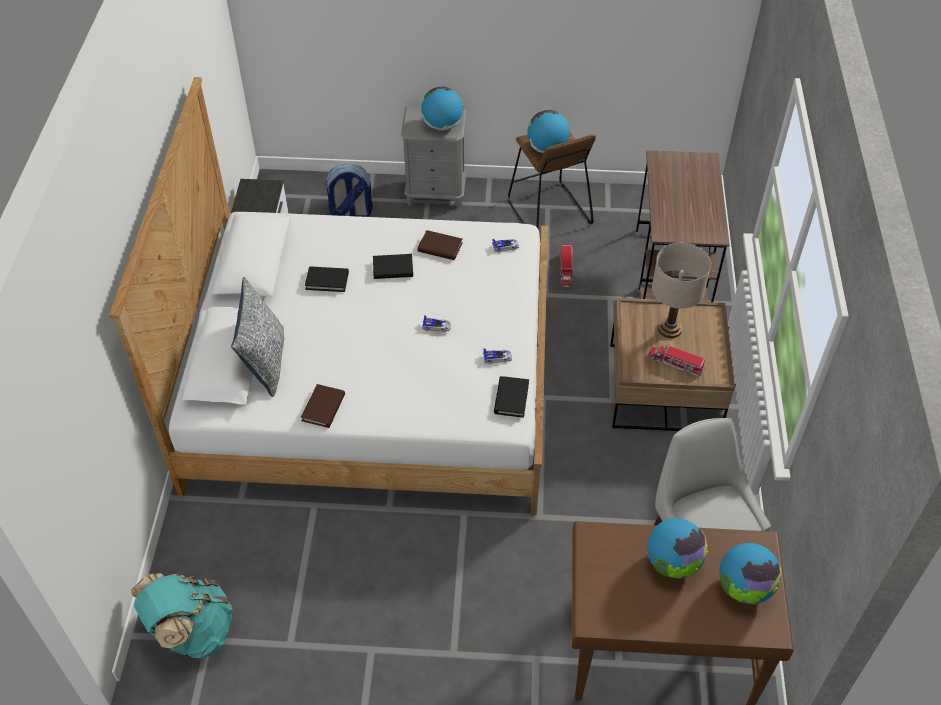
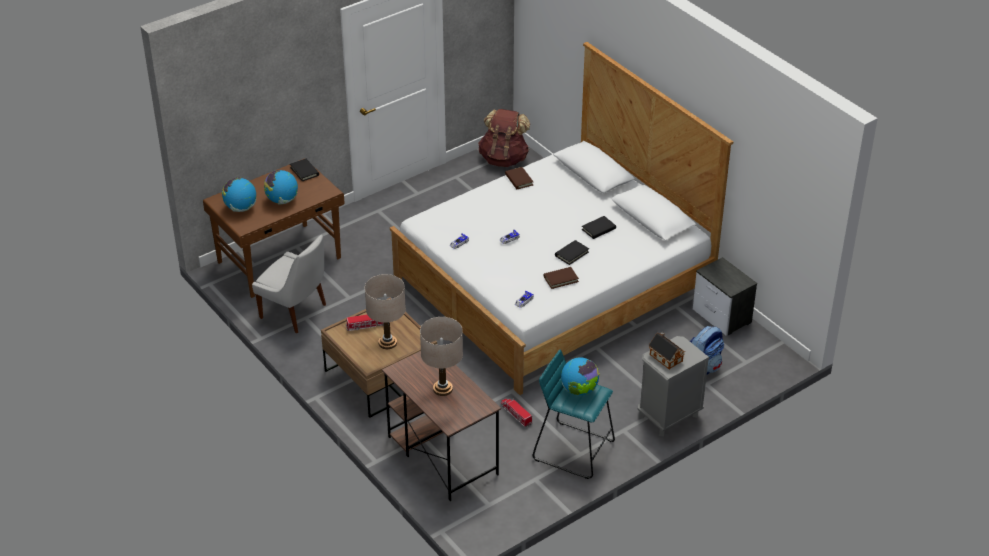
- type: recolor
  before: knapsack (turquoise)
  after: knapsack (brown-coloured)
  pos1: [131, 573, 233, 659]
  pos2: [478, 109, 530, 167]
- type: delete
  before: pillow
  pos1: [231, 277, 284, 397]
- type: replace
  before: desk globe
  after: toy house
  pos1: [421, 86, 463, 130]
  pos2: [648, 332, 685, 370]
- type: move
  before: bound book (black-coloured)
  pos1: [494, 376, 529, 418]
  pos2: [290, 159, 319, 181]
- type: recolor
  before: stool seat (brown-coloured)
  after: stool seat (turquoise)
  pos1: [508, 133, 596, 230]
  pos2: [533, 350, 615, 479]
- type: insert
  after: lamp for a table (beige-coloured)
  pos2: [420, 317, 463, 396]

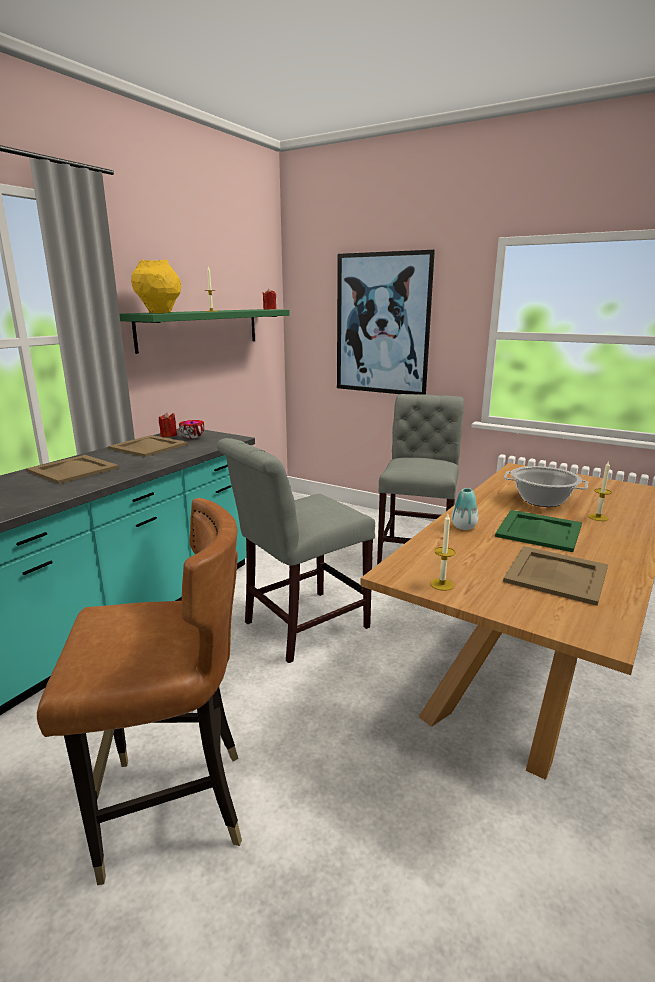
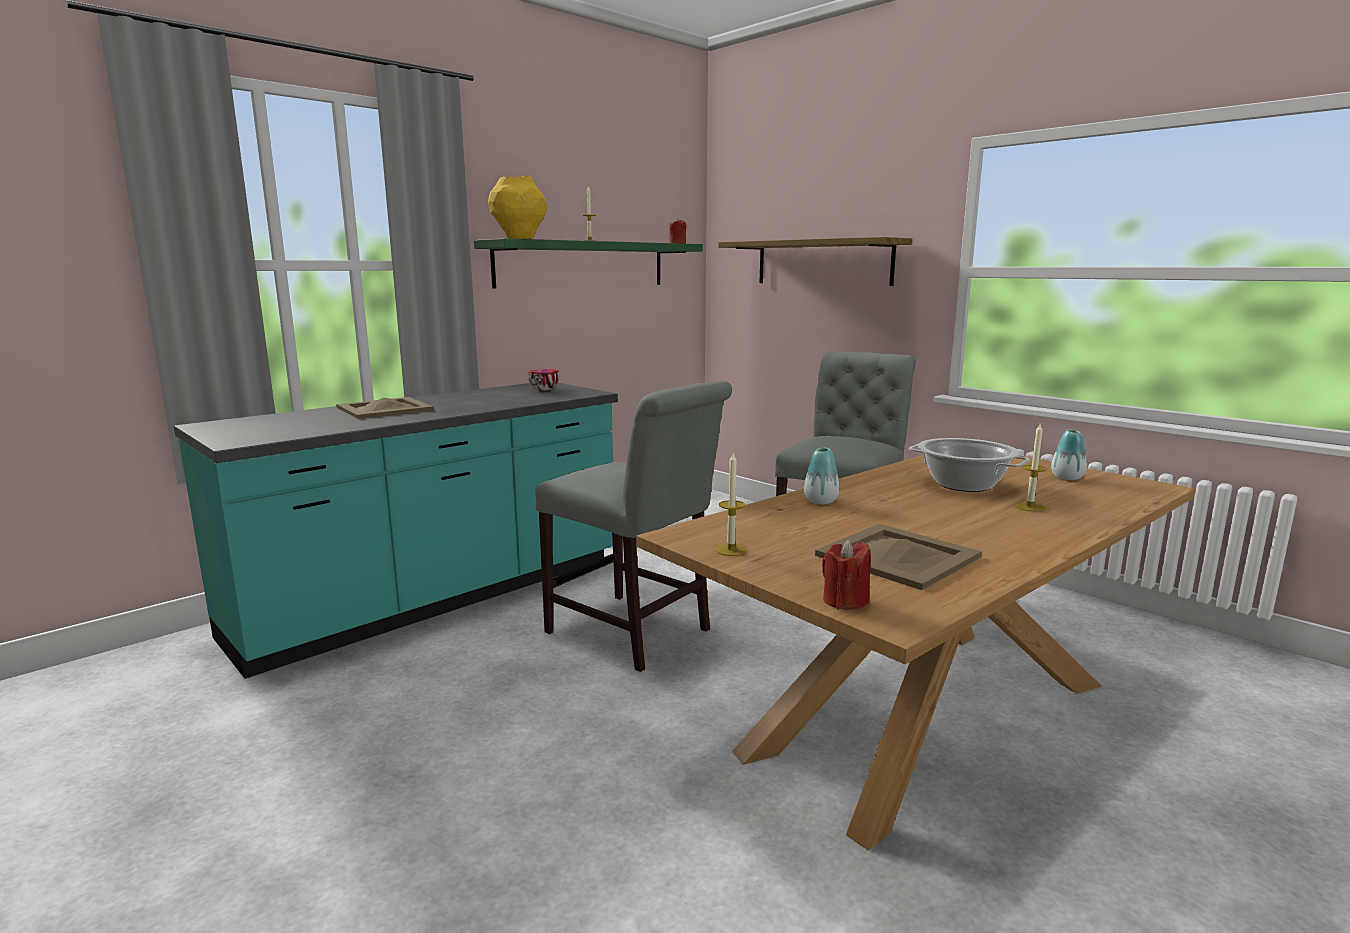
- type: delete
  before: upright chair (brown-coloured)
  pos1: [37, 498, 242, 885]
- type: delete
  before: tray (beige-coloured)
  pos1: [108, 435, 188, 457]
- type: move
  before: wax candle (red-coloured)
  pos1: [159, 412, 177, 438]
  pos2: [822, 540, 871, 609]
- type: rotate
  before: upright chair (grey)
  pos1: [217, 438, 375, 663]
  pos2: [536, 381, 732, 672]
  turn: -120
- type: replace
  before: picture
  after: bracket shelf
  pos1: [337, 250, 435, 395]
  pos2: [718, 237, 912, 286]
- type: delete
  before: tray (green)
  pos1: [495, 510, 582, 552]
- type: insert
  after: flower vase
  pos2: [1051, 429, 1087, 480]

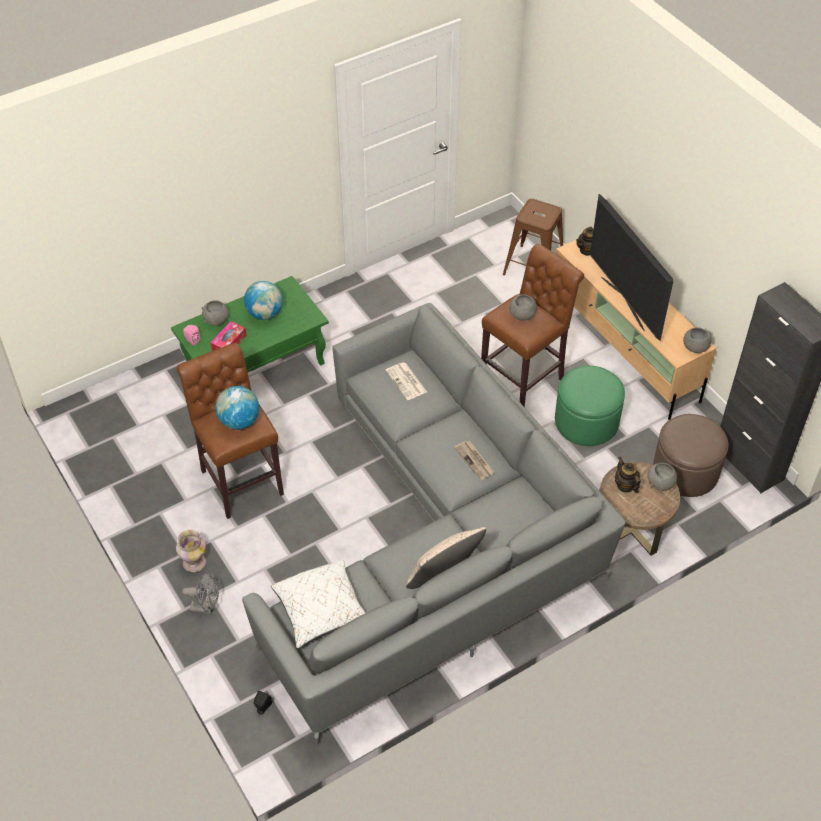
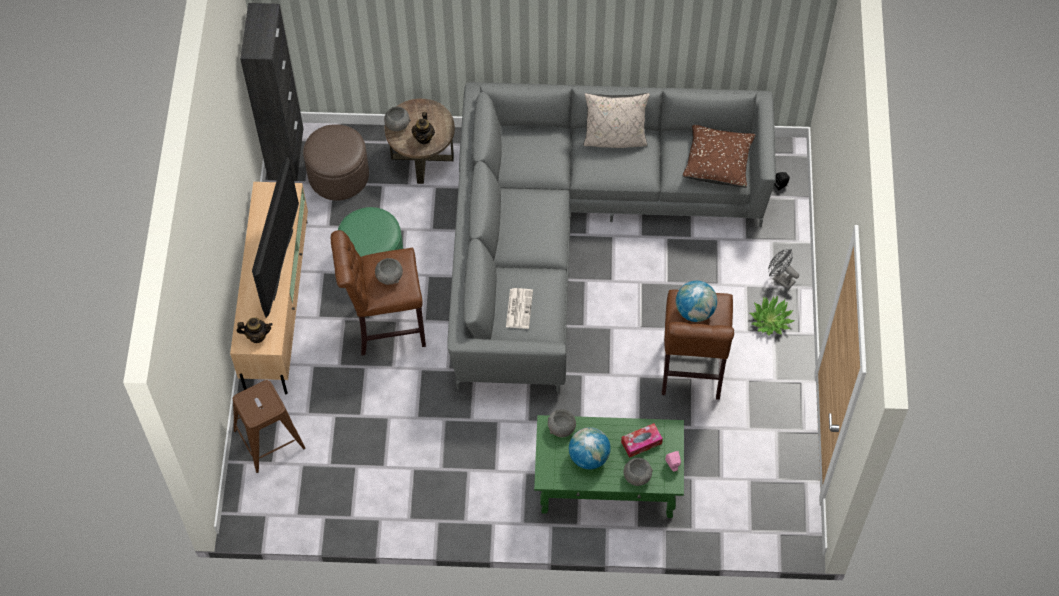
- type: replace
  before: flower vase
  after: potted plant
  pos1: [176, 529, 206, 572]
  pos2: [750, 295, 795, 335]
- type: recolor
  before: pillow (white)
  after: pillow (brown-coloured)
  pos1: [271, 560, 365, 648]
  pos2: [683, 125, 756, 188]
- type: delete
  before: printed paper
  pos1: [454, 441, 495, 480]
- type: move
  before: deep dish (grey)
  pos1: [683, 327, 711, 353]
  pos2: [548, 409, 576, 437]

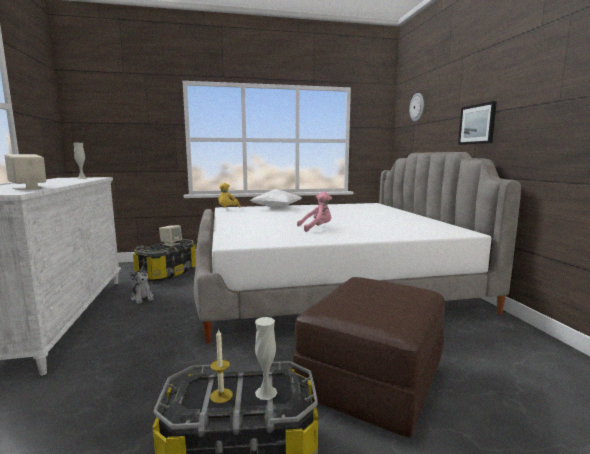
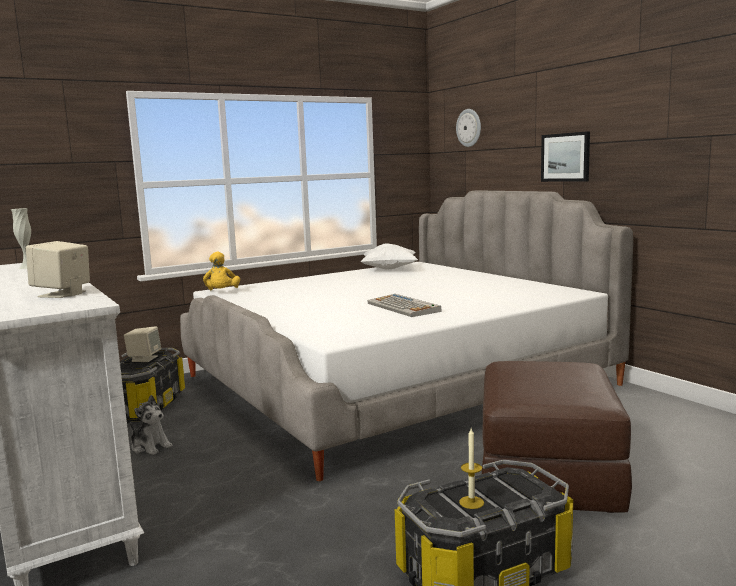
- type: move
  before: pillow (white)
  pos1: [250, 189, 302, 208]
  pos2: [361, 243, 418, 269]
- type: delete
  before: flower vase (white)
  pos1: [255, 317, 277, 400]
- type: replace
  before: cuddly toy (pink-coloured)
  after: keyboard
  pos1: [297, 192, 332, 232]
  pos2: [368, 294, 442, 317]

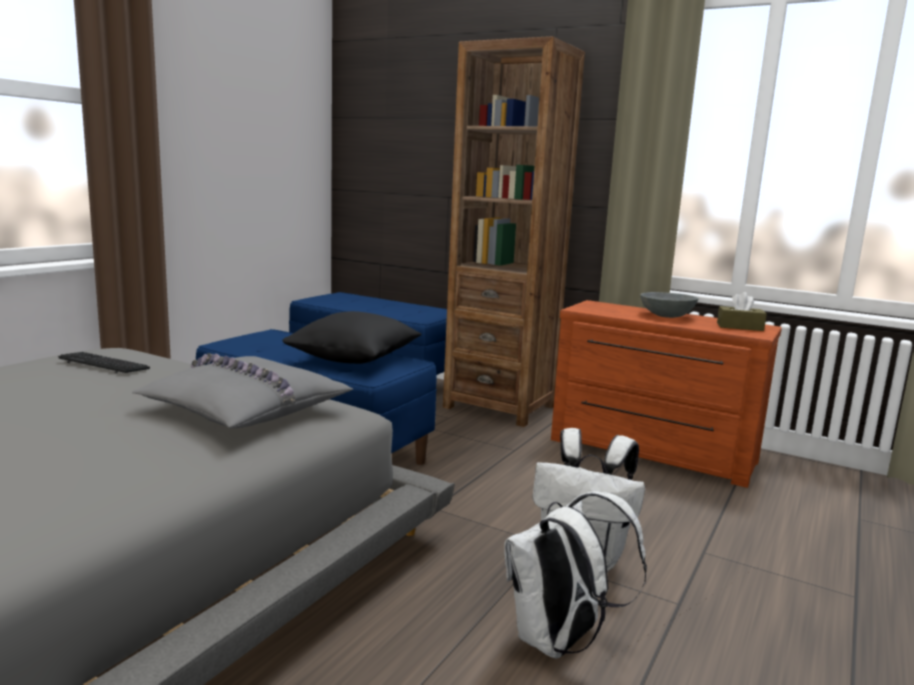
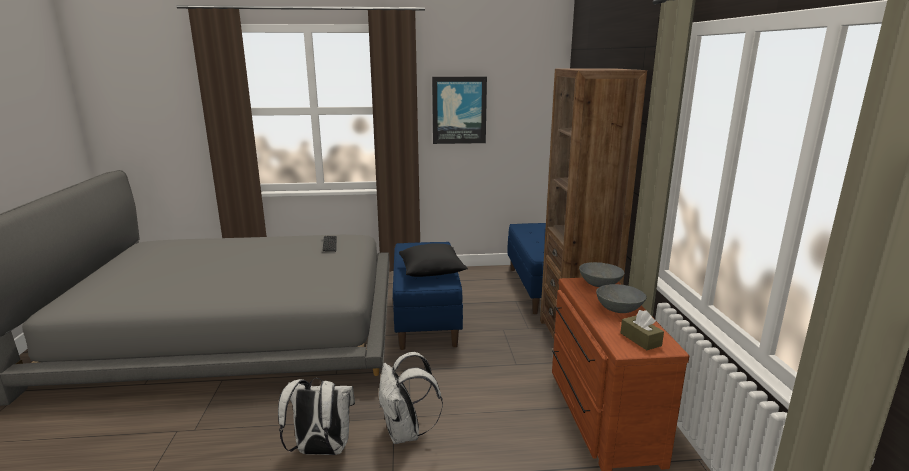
- type: delete
  before: pillow (grey)
  pos1: [132, 353, 353, 428]
- type: insert
  after: picture
  pos2: [432, 77, 487, 144]
- type: insert
  after: deep dish (grey)
  pos2: [579, 262, 624, 287]

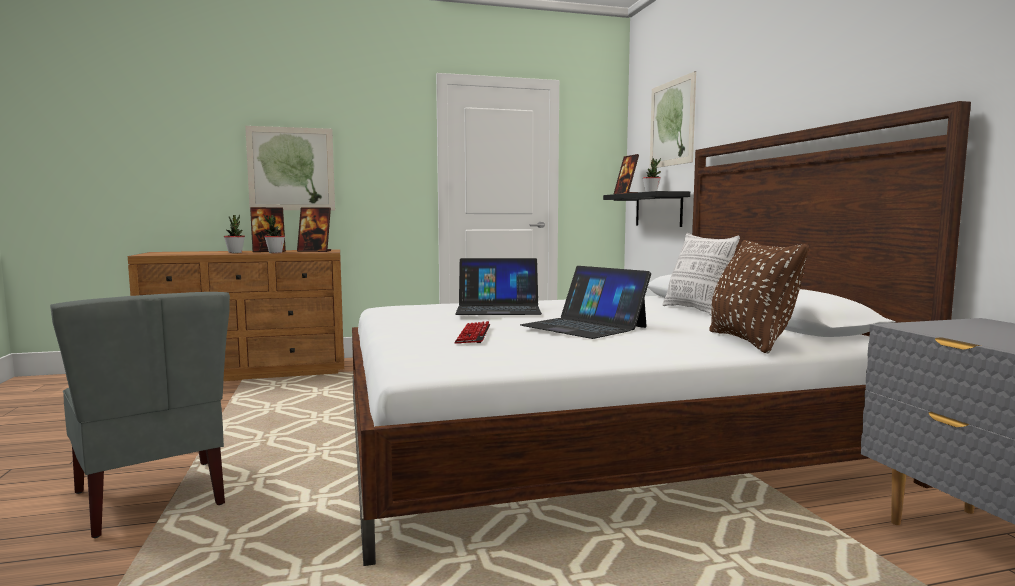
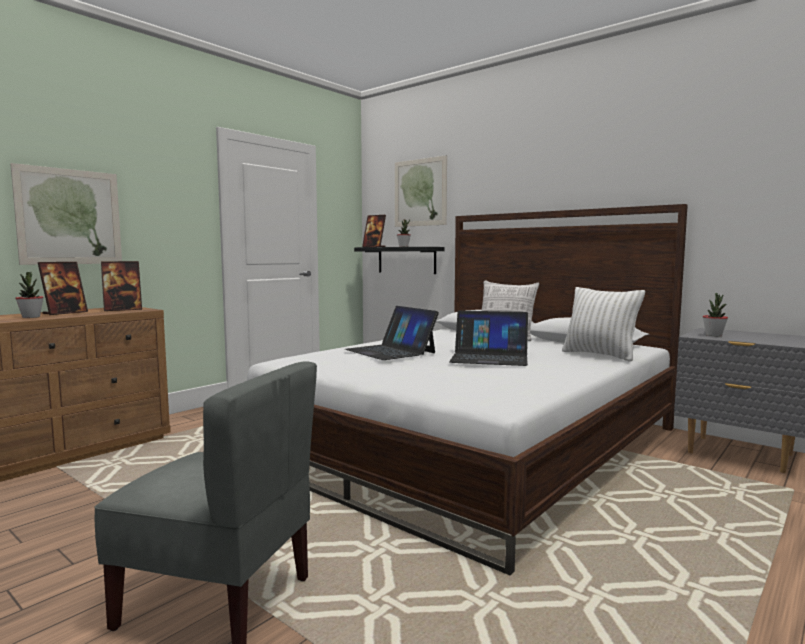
- type: move
  before: potted plant
  pos1: [264, 215, 285, 253]
  pos2: [703, 293, 728, 337]
- type: delete
  before: keyboard
  pos1: [454, 321, 490, 344]
- type: rotate
  before: portable computer
  pos1: [455, 258, 542, 315]
  pos2: [345, 306, 439, 360]
  turn: 90
- type: recolor
  before: pillow (brown-coloured)
  after: pillow (white)
  pos1: [709, 240, 809, 353]
  pos2: [562, 287, 645, 361]

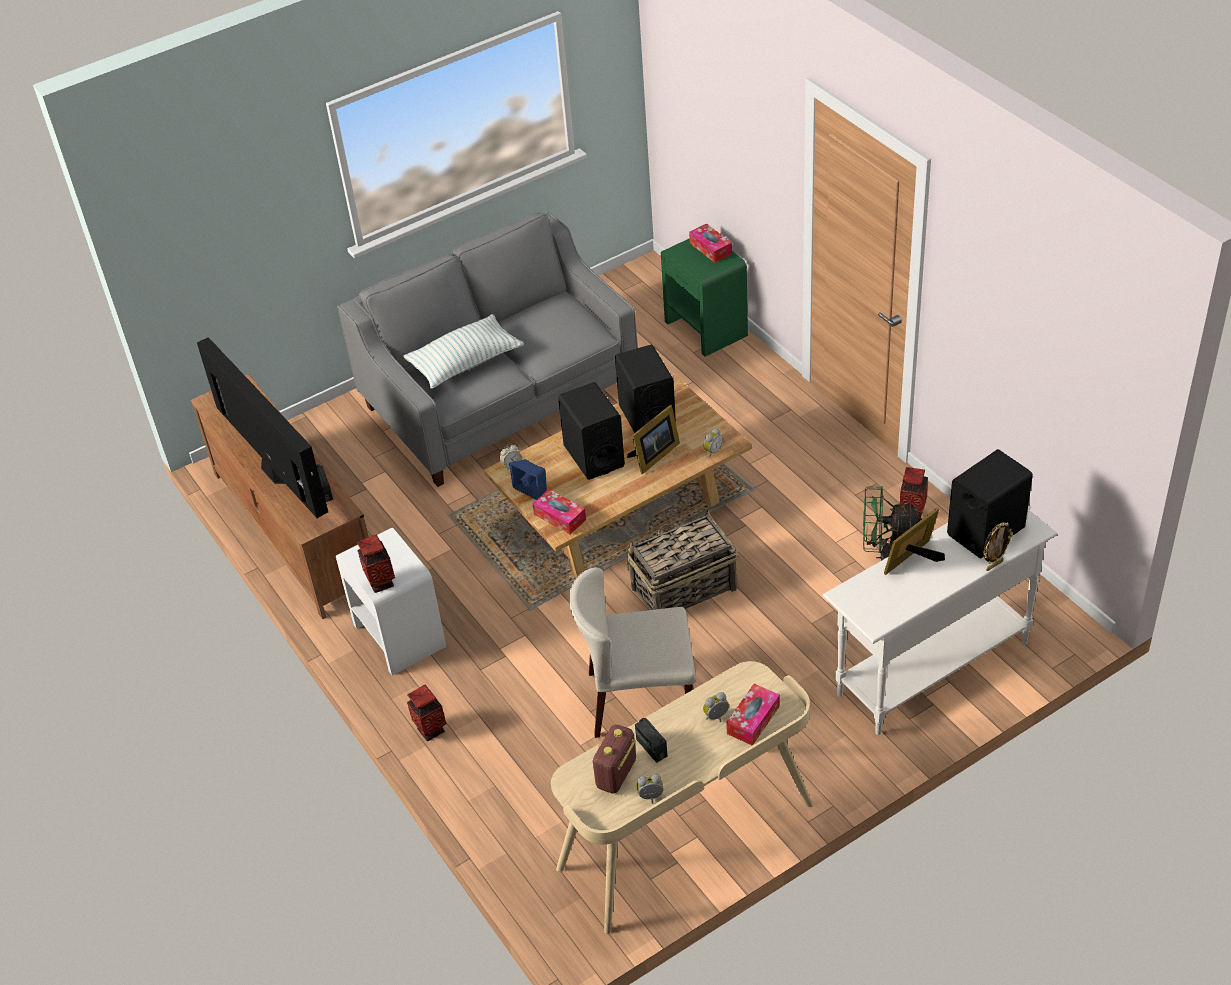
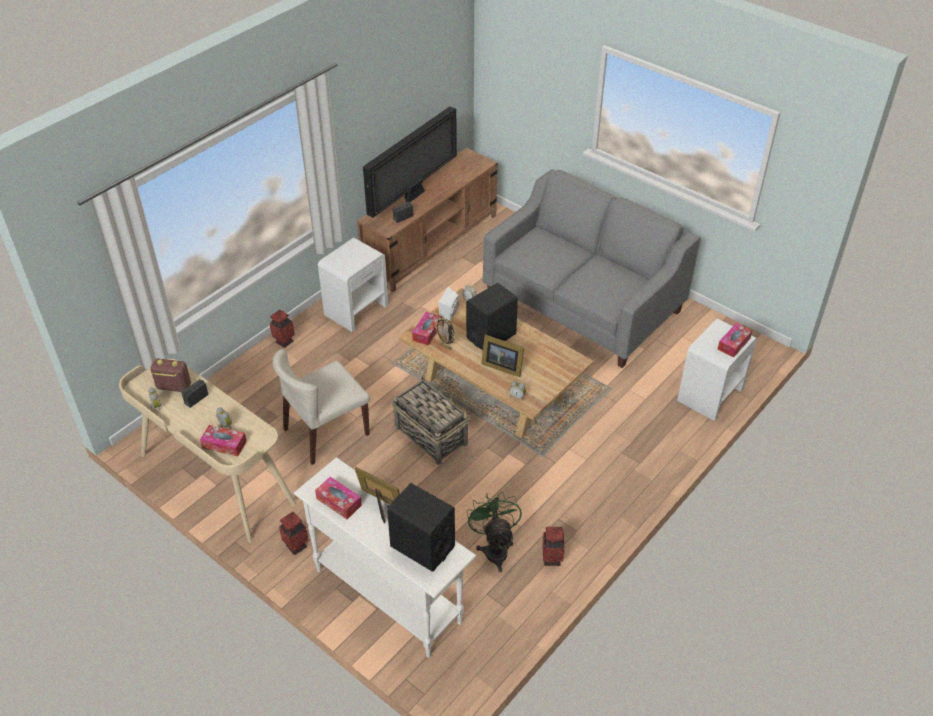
- type: move
  before: flower vase
  pos1: [357, 535, 395, 593]
  pos2: [279, 512, 309, 555]
- type: delete
  before: pillow
  pos1: [403, 314, 524, 389]
- type: recolor
  before: loudspeaker (blue-coloured)
  after: loudspeaker (white)
  pos1: [509, 459, 547, 500]
  pos2: [439, 287, 459, 321]
- type: rotate
  before: upright chair (beige-coloured)
  pos1: [569, 567, 696, 738]
  pos2: [273, 349, 370, 465]
  turn: -105
- type: delete
  before: loudspeaker (black-coloured)
  pos1: [615, 345, 676, 433]
- type: recolor
  before: night table (green)
  after: night table (white)
  pos1: [661, 238, 748, 357]
  pos2: [677, 318, 757, 421]
- type: move
  before: standing frame
  pos1: [983, 522, 1013, 571]
  pos2: [435, 318, 455, 350]
- type: insert
  after: tissue holder
  pos2: [315, 477, 362, 519]

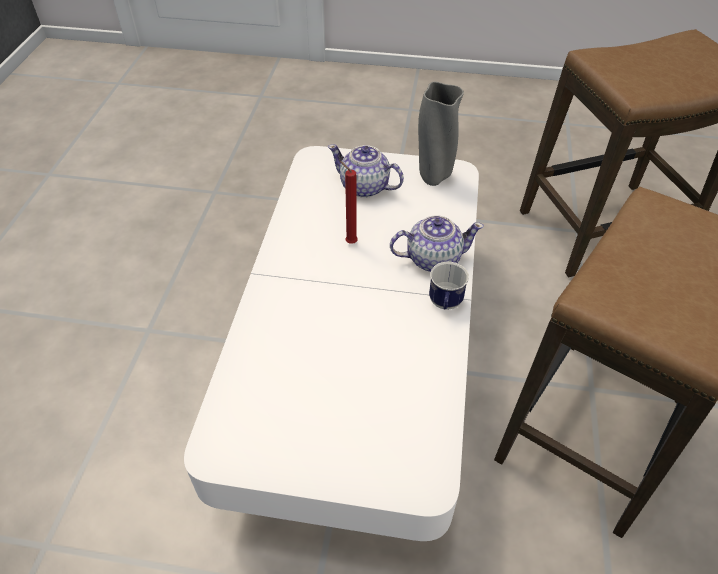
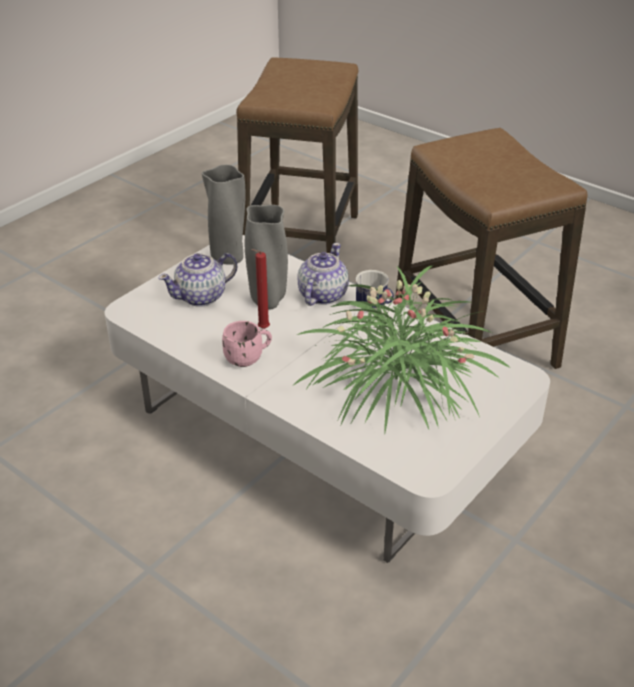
- type: insert
  after: tea mug (pink-coloured)
  pos2: [222, 321, 272, 367]
- type: insert
  after: flower vase (grey)
  pos2: [245, 205, 288, 309]
- type: insert
  after: potted plant
  pos2: [293, 265, 510, 432]

